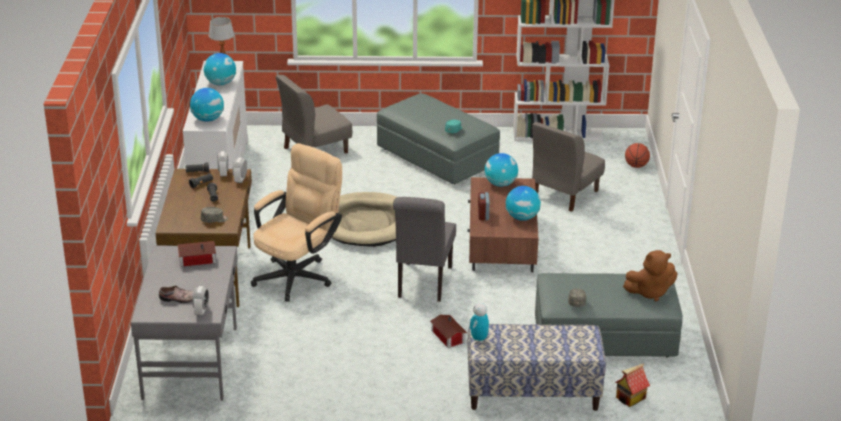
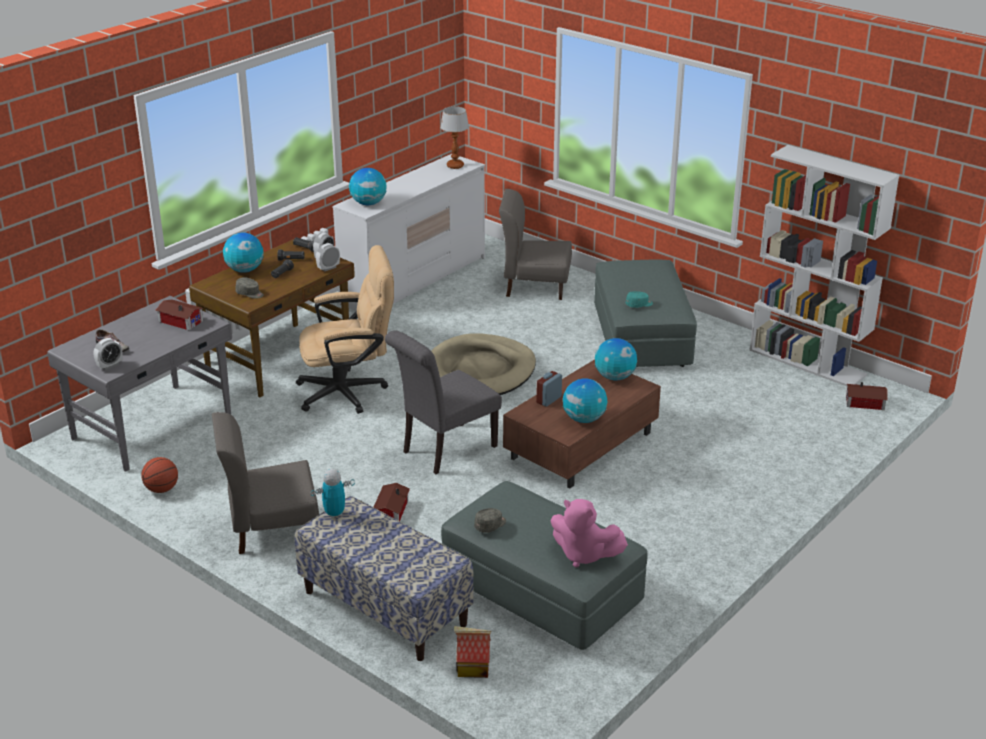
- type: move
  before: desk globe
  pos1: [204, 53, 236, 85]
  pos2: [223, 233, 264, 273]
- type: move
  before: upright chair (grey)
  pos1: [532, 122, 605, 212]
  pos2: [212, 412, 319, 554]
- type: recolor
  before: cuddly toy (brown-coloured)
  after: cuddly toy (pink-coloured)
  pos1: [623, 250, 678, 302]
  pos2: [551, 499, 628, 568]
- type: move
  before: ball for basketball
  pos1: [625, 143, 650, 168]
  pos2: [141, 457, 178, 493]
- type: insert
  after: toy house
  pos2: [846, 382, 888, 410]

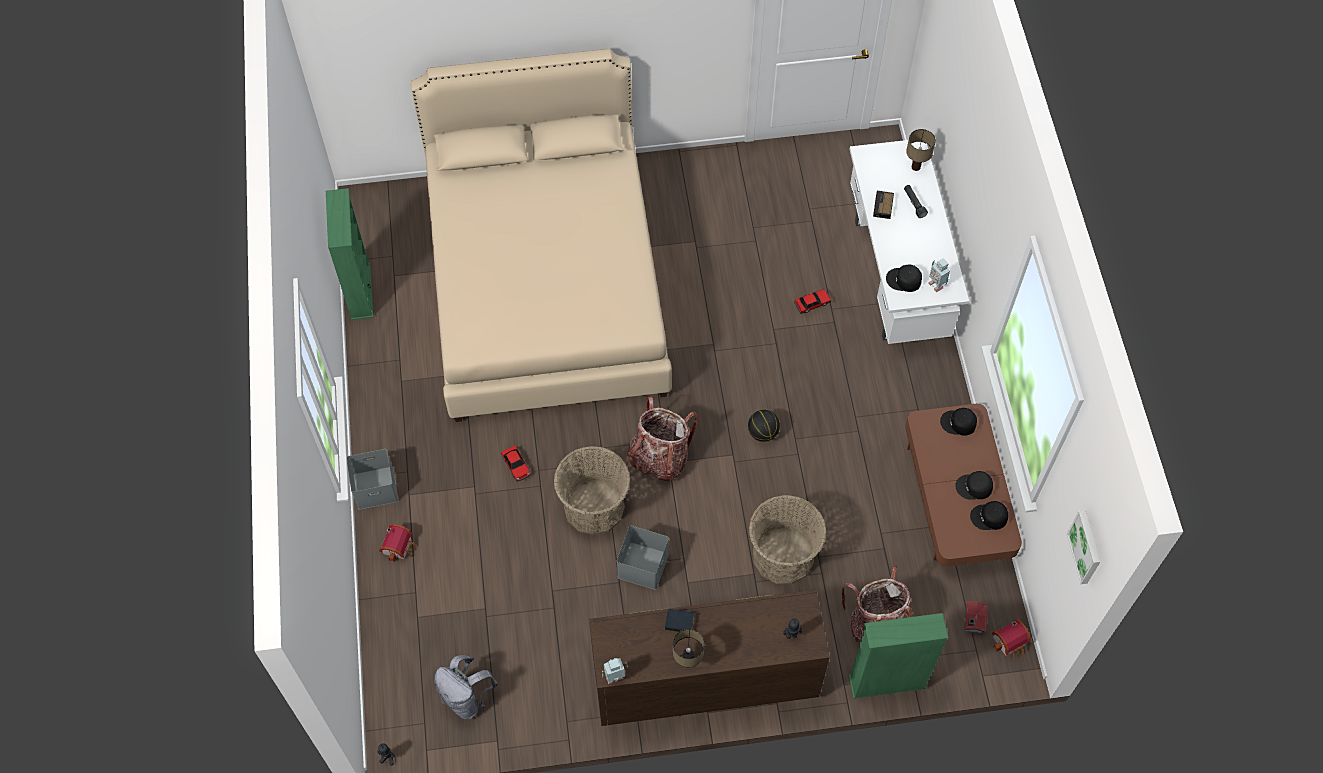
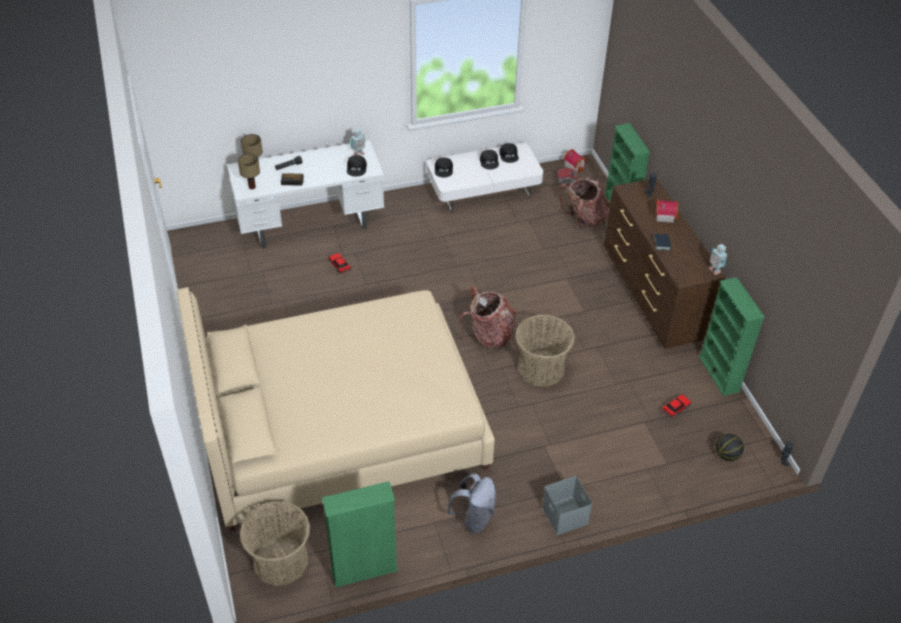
- type: move
  before: toy house
  pos1: [379, 524, 416, 562]
  pos2: [655, 199, 678, 223]
- type: move
  before: knapsack (grey)
  pos1: [434, 655, 498, 720]
  pos2: [447, 474, 497, 533]
- type: move
  before: toy car
  pos1: [501, 445, 531, 482]
  pos2: [662, 394, 691, 418]
- type: delete
  before: storage container (grey)
  pos1: [617, 525, 669, 590]
- type: move
  before: lamp for a table
  pos1: [673, 629, 705, 668]
  pos2: [238, 154, 260, 189]
- type: move
  before: ball for basketball
  pos1: [748, 410, 780, 442]
  pos2: [716, 434, 744, 461]
- type: move
  before: storage basket
  pos1: [749, 495, 826, 584]
  pos2: [240, 501, 310, 586]
- type: recolor
  before: low table (brown-coloured)
  after: low table (white)
  pos1: [905, 404, 1022, 566]
  pos2: [427, 143, 543, 213]
- type: delete
  before: picture
  pos1: [1067, 510, 1100, 584]
- type: insert
  after: shelving unit (green)
  pos2: [699, 277, 765, 396]

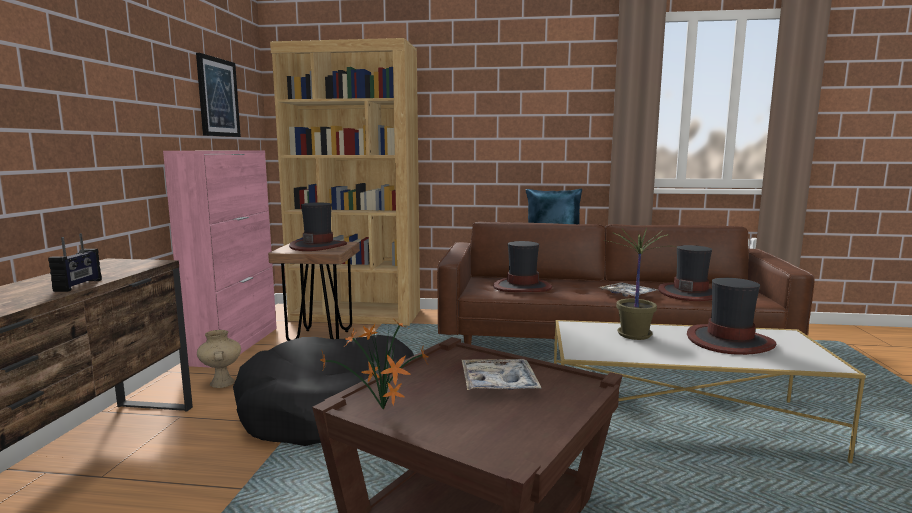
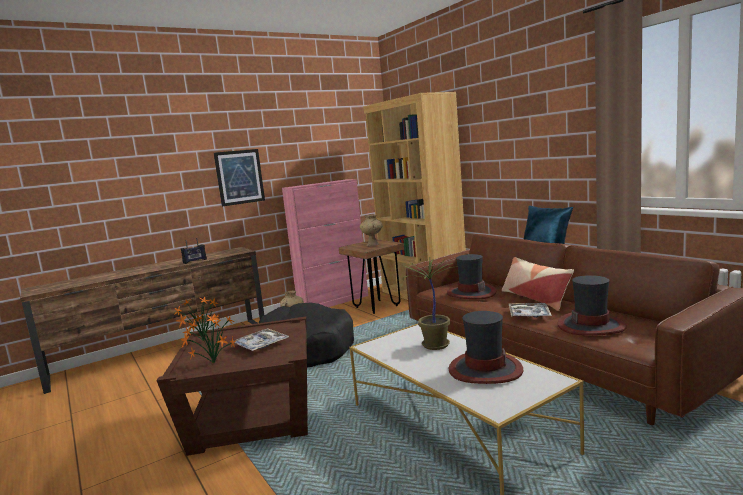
- type: move
  before: picture
  pos1: [196, 53, 241, 137]
  pos2: [214, 149, 265, 206]
- type: replace
  before: wearable hat
  after: flower vase (beige-coloured)
  pos1: [289, 202, 347, 251]
  pos2: [360, 214, 383, 246]
- type: insert
  after: potted plant
  pos2: [180, 314, 236, 363]
- type: insert
  after: pillow
  pos2: [502, 257, 574, 311]

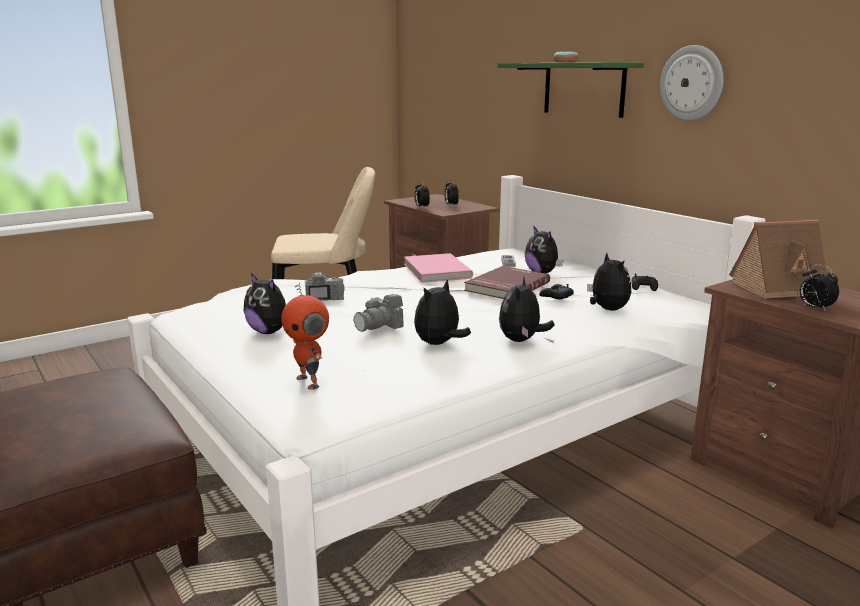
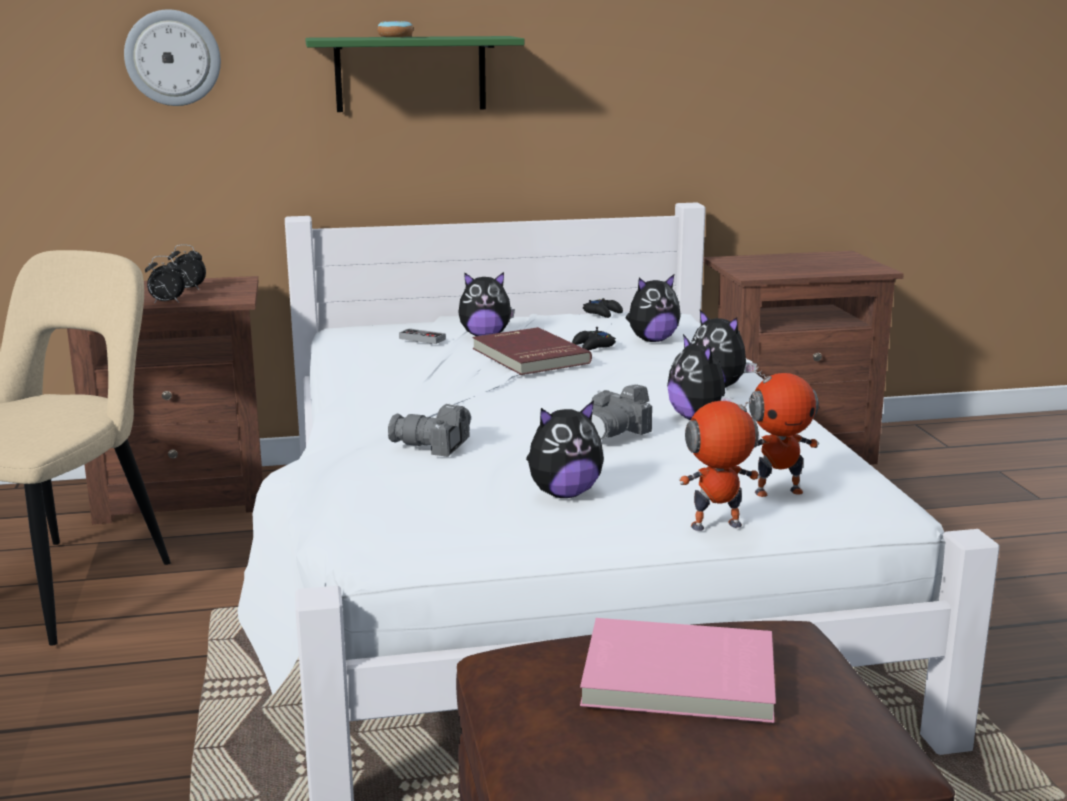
- type: rotate
  before: photo camera
  pos1: [353, 294, 404, 332]
  pos2: [591, 384, 652, 440]
  turn: 60
- type: move
  before: bound book (pink-coloured)
  pos1: [404, 253, 473, 283]
  pos2: [580, 618, 776, 723]
- type: rotate
  before: cuddly toy
  pos1: [587, 253, 631, 311]
  pos2: [625, 274, 681, 342]
  turn: 150
- type: move
  before: hanging clock
  pos1: [660, 45, 724, 121]
  pos2: [124, 10, 221, 106]
- type: delete
  before: toy house
  pos1: [729, 220, 827, 299]
- type: delete
  before: bedside clock
  pos1: [800, 264, 839, 312]
- type: insert
  after: model robot
  pos2: [679, 393, 761, 531]

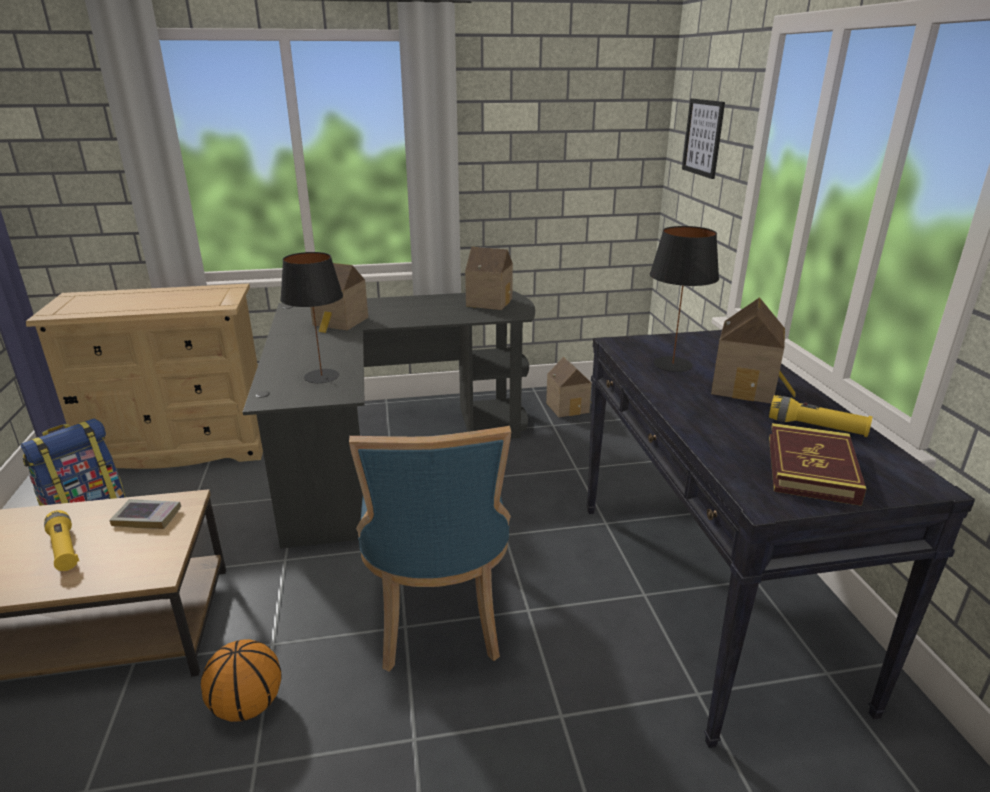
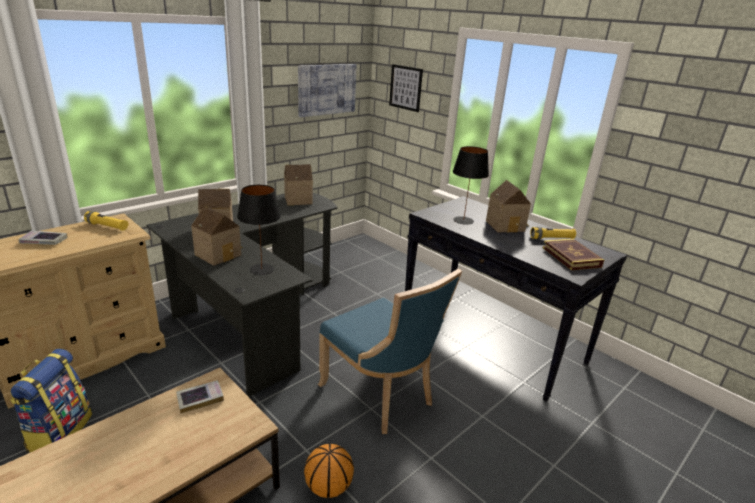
- type: move
  before: hand torch (yellow-coloured)
  pos1: [44, 510, 79, 571]
  pos2: [84, 211, 129, 231]
- type: move
  before: toy house
  pos1: [546, 357, 591, 418]
  pos2: [191, 206, 243, 266]
- type: insert
  after: bound book
  pos2: [19, 230, 68, 245]
- type: insert
  after: picture
  pos2: [298, 64, 357, 117]

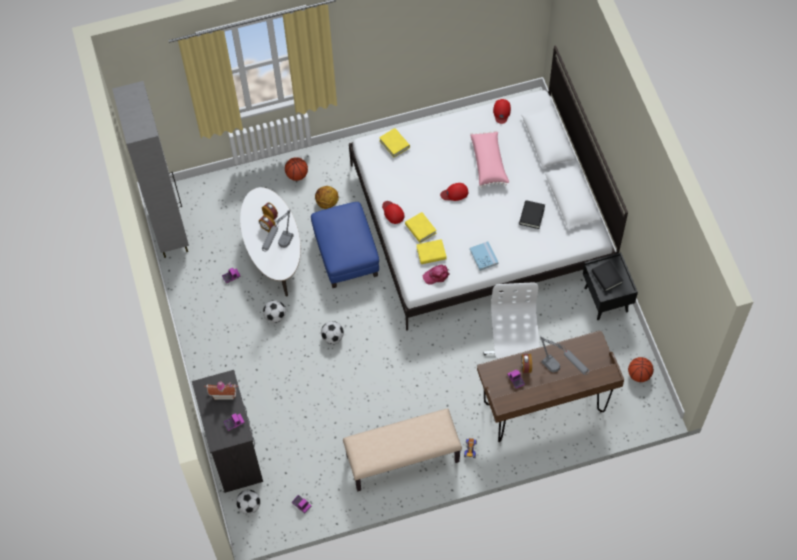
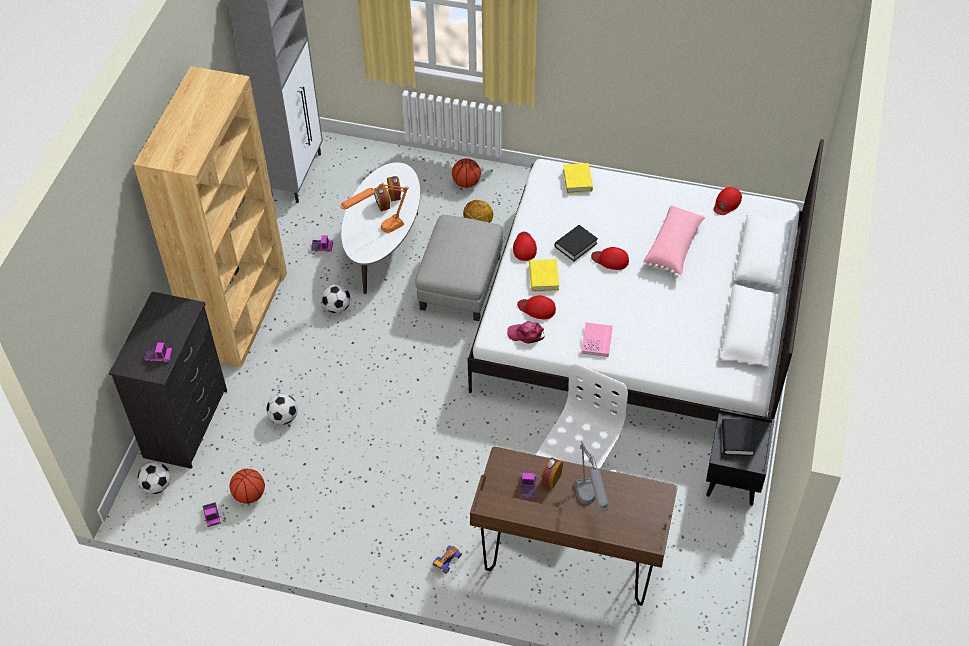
- type: delete
  before: toy house
  pos1: [204, 381, 238, 400]
- type: recolor
  before: lamp for a table (grey)
  after: lamp for a table (orange)
  pos1: [262, 209, 294, 251]
  pos2: [340, 182, 409, 233]
- type: recolor
  before: ottoman (blue-coloured)
  after: ottoman (grey)
  pos1: [311, 202, 379, 288]
  pos2: [415, 215, 503, 321]
- type: move
  before: football
  pos1: [321, 321, 344, 344]
  pos2: [266, 394, 298, 425]
- type: delete
  before: bench (beige-coloured)
  pos1: [343, 408, 462, 491]
- type: replace
  before: bound book (yellow-coloured)
  after: cap (red-coloured)
  pos1: [416, 239, 447, 264]
  pos2: [517, 296, 556, 319]
- type: recolor
  before: bound book (blue-coloured)
  after: bound book (pink-coloured)
  pos1: [470, 241, 498, 271]
  pos2: [581, 323, 613, 357]
- type: move
  before: bound book (black-coloured)
  pos1: [519, 200, 545, 229]
  pos2: [555, 225, 598, 261]
- type: move
  before: ball for basketball
  pos1: [628, 357, 654, 382]
  pos2: [229, 469, 265, 504]
- type: insert
  after: shelving unit (brown-coloured)
  pos2: [134, 66, 287, 368]

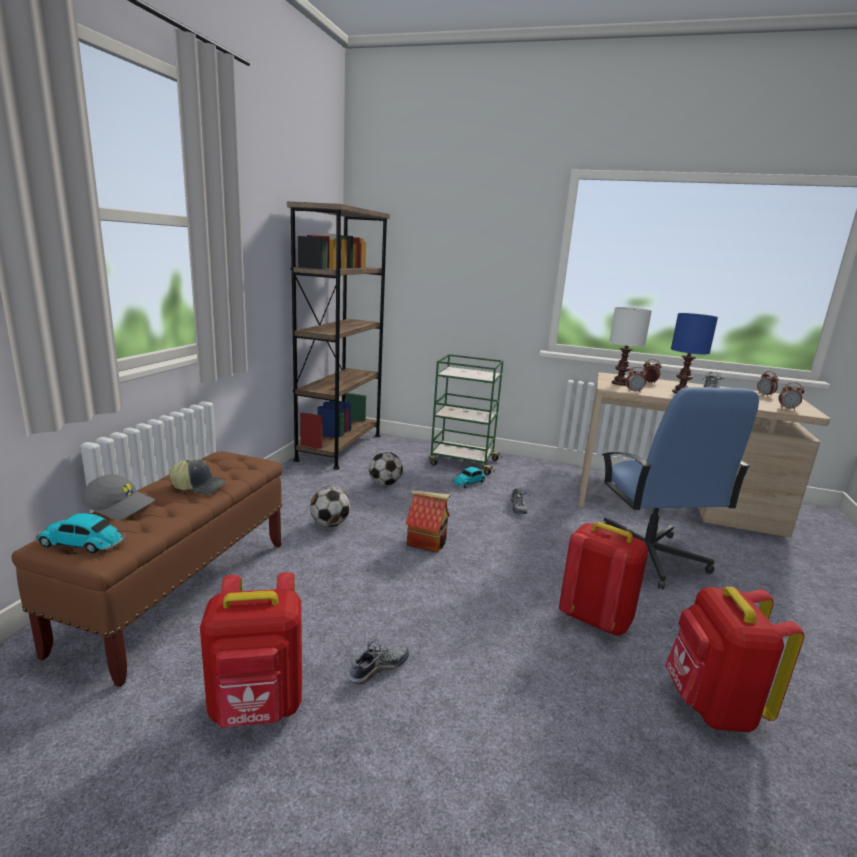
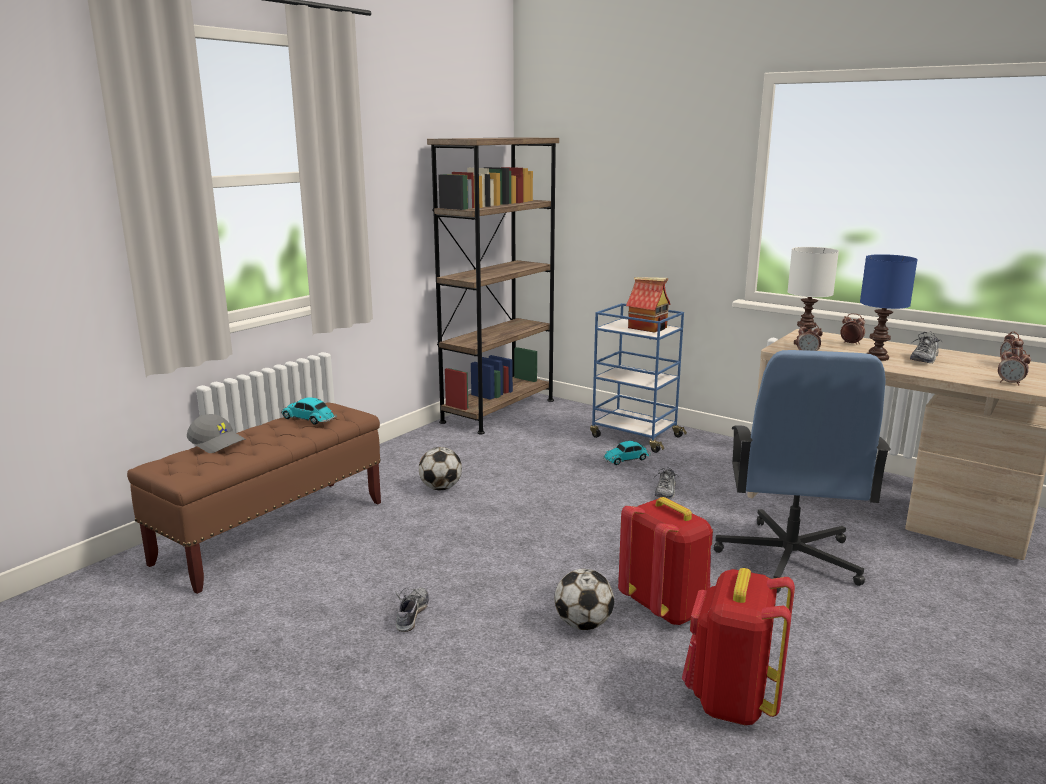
- type: move
  before: toy car
  pos1: [35, 513, 125, 554]
  pos2: [281, 397, 337, 425]
- type: delete
  before: cap
  pos1: [169, 459, 227, 495]
- type: delete
  before: knapsack (red-coloured)
  pos1: [200, 572, 302, 728]
- type: rotate
  before: shoe
  pos1: [349, 638, 409, 684]
  pos2: [395, 588, 429, 632]
  turn: -60
- type: move
  before: football
  pos1: [369, 452, 403, 486]
  pos2: [554, 569, 614, 630]
- type: move
  before: toy house
  pos1: [405, 490, 451, 552]
  pos2: [626, 277, 671, 333]
- type: recolor
  before: trolley (green)
  after: trolley (blue-coloured)
  pos1: [429, 354, 503, 475]
  pos2: [590, 303, 687, 453]

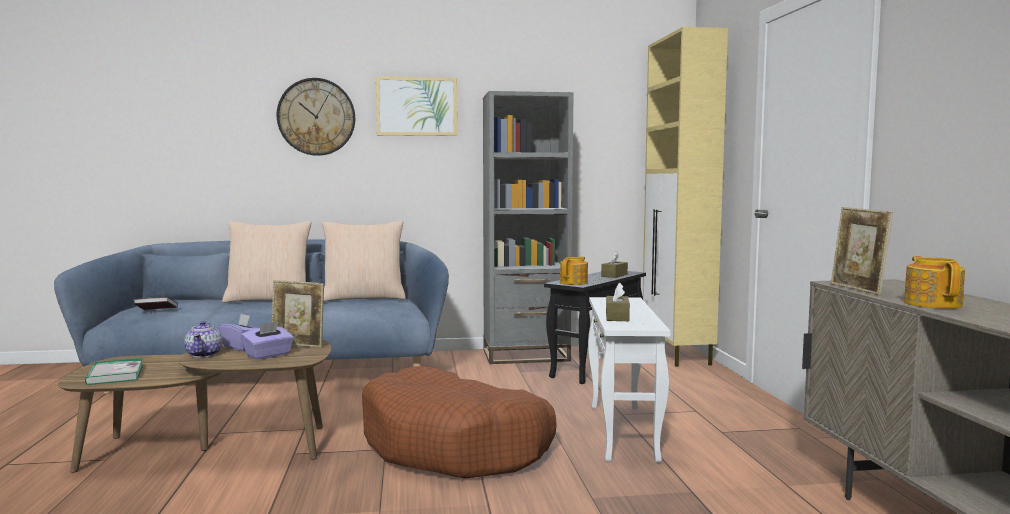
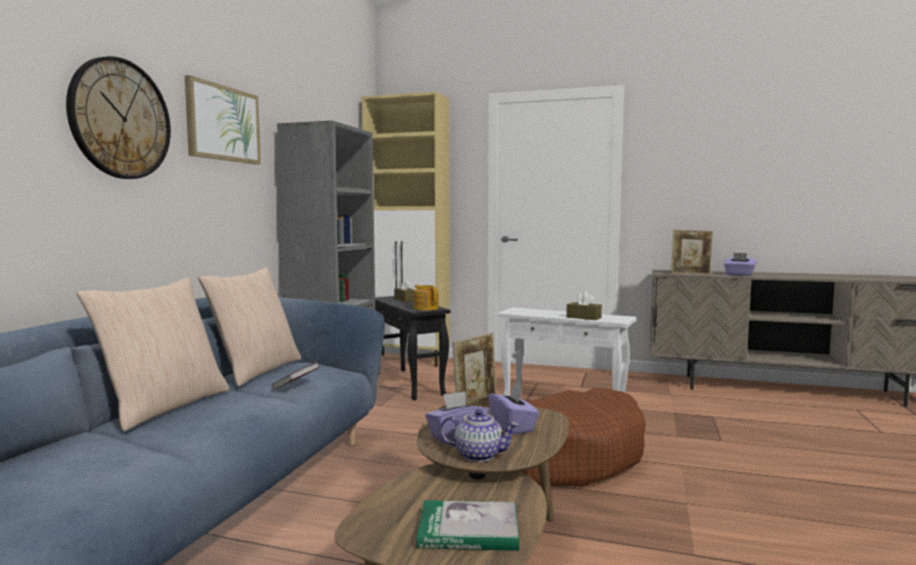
- type: move
  before: bound book
  pos1: [134, 297, 178, 310]
  pos2: [271, 362, 319, 390]
- type: replace
  before: teapot
  after: tissue holder (purple-coloured)
  pos1: [904, 256, 965, 309]
  pos2: [724, 253, 757, 276]

